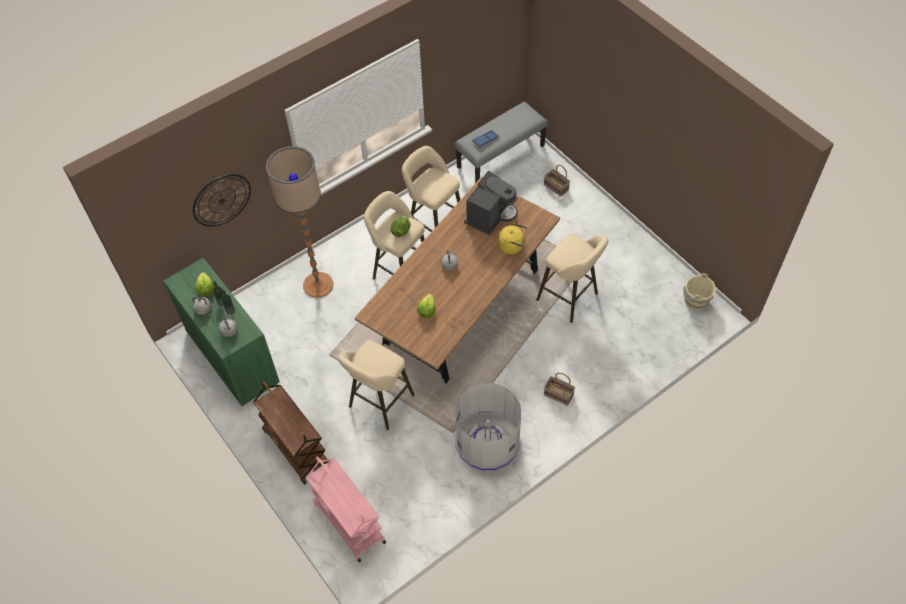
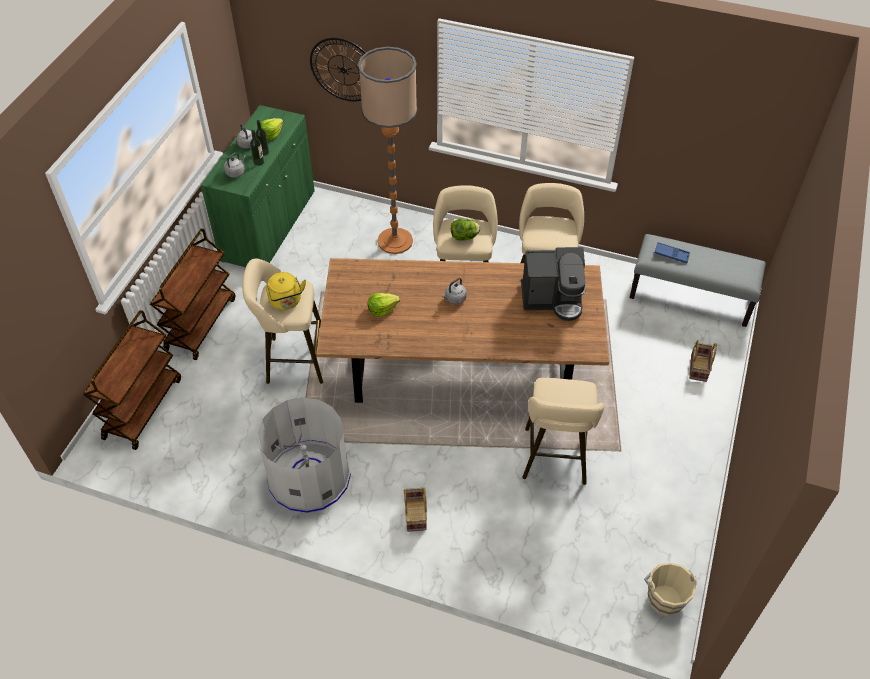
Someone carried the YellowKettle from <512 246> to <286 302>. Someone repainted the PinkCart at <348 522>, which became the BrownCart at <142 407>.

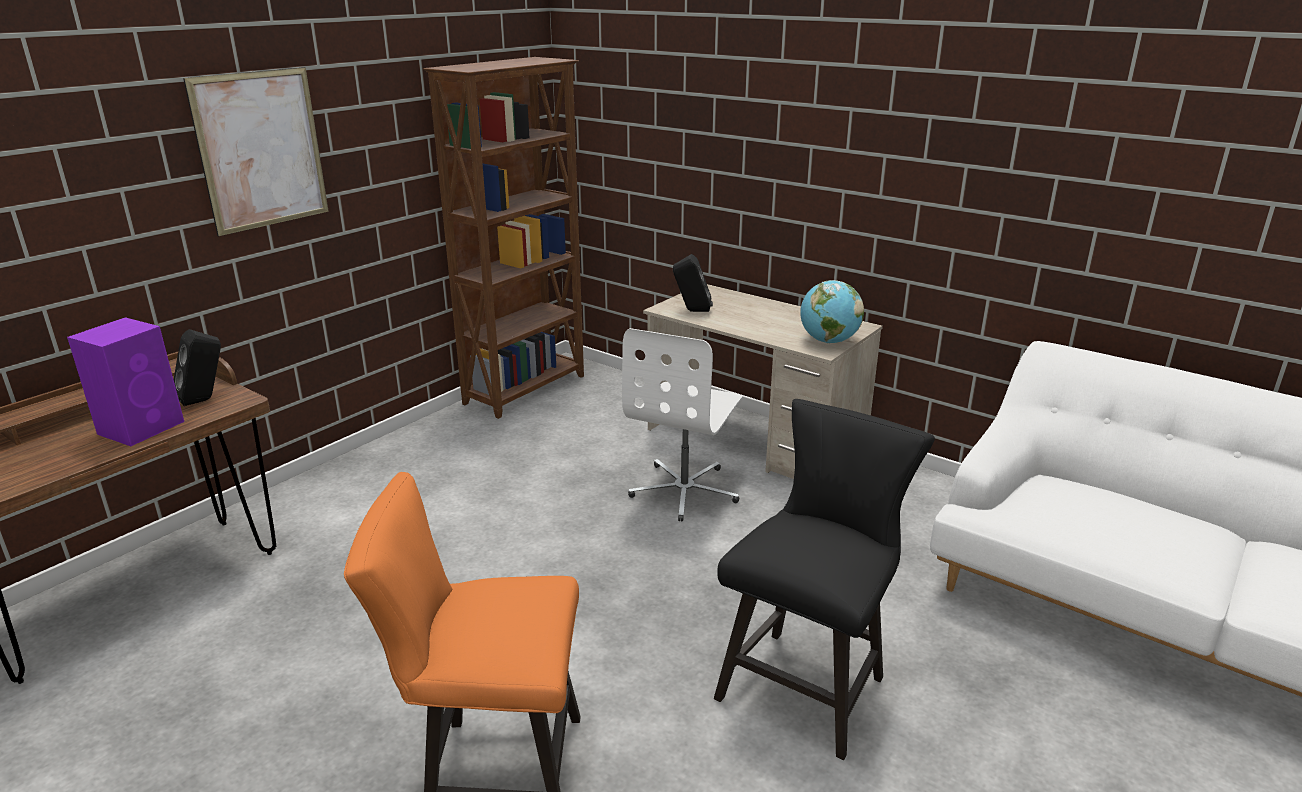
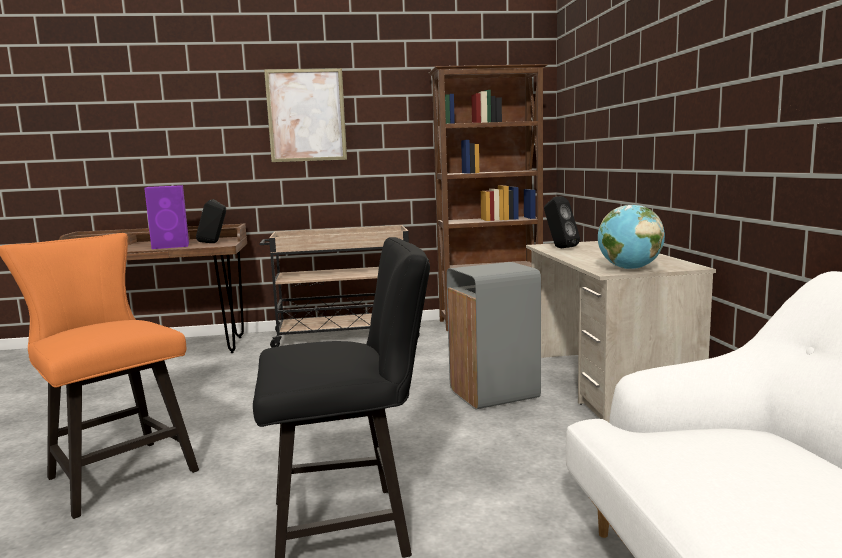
Someone put down the BeigeCart at <343 335>. Someone swapped the WhiteOfficeChair at <685 490> for the GreyTrashCan at <493 394>.

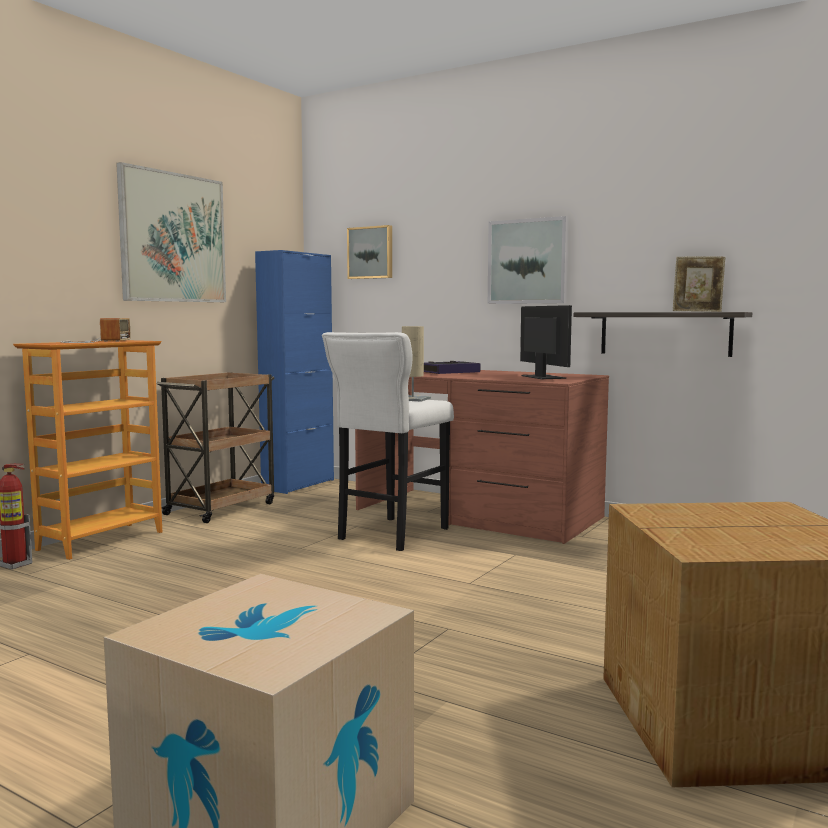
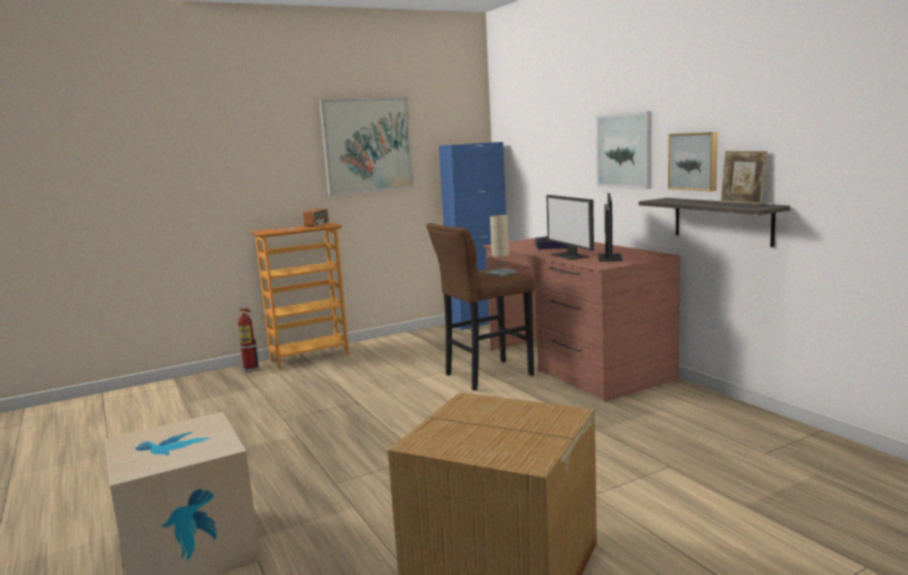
Someone took away the BrownCart at <222 508>. Someone put down the Monitor at <570 256>. Someone carried the Picture from <371 252> to <694 161>. Someone repainted the WhiteStool at <390 535>, which became the BrownStool at <485 376>.

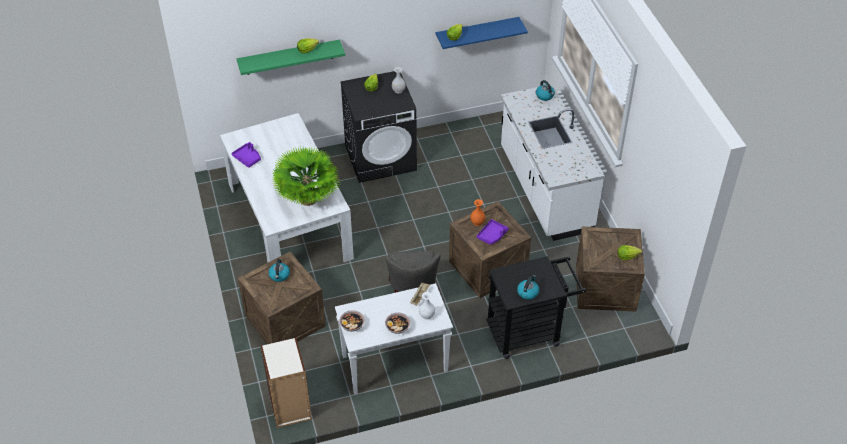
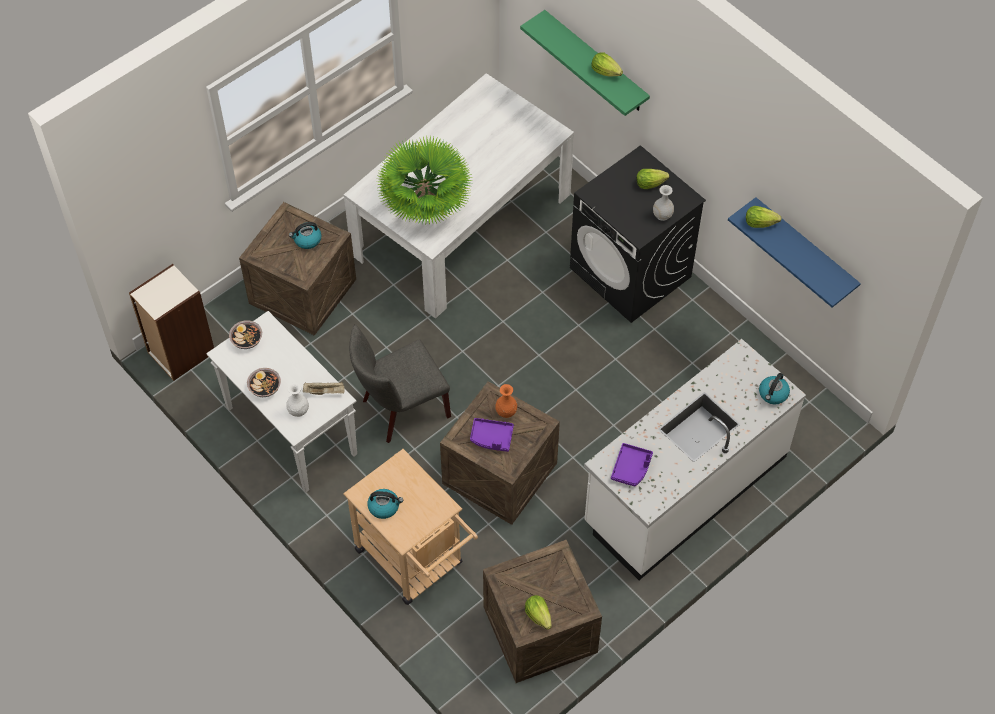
Someone carried the PurpleTray from <248 158> to <631 468>. Someone repainted the BlackCart at <529 331>, which became the BeigeCart at <415 562>.

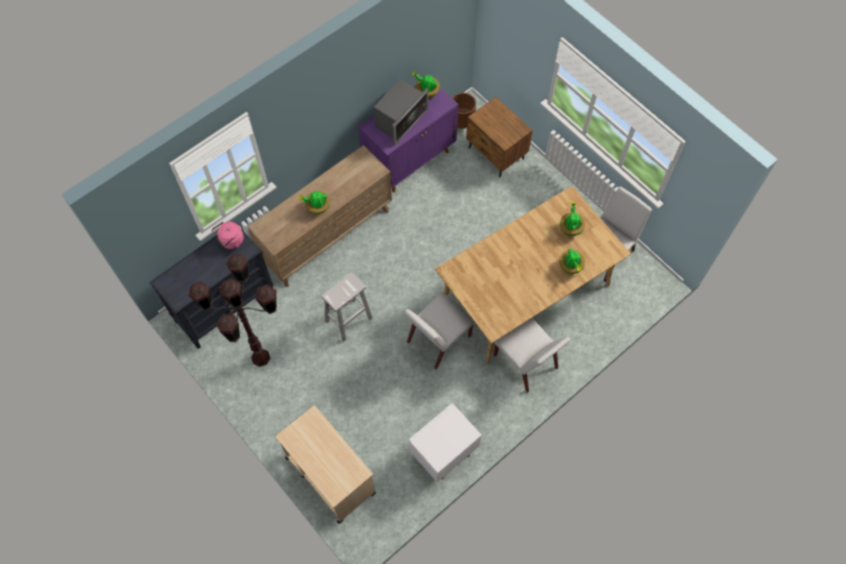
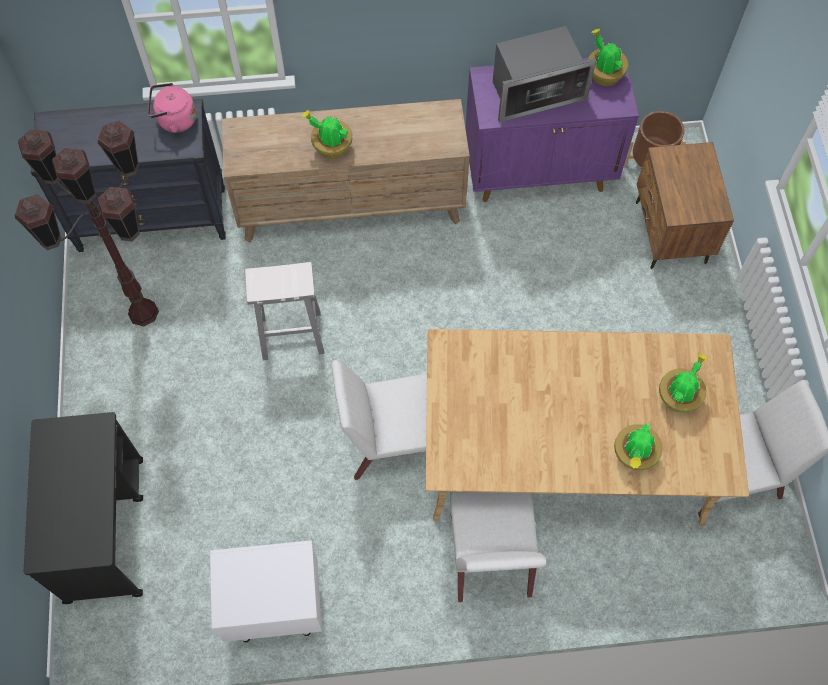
Someone repainted the BeigeCart at <330 475>, which became the BlackCart at <105 528>.

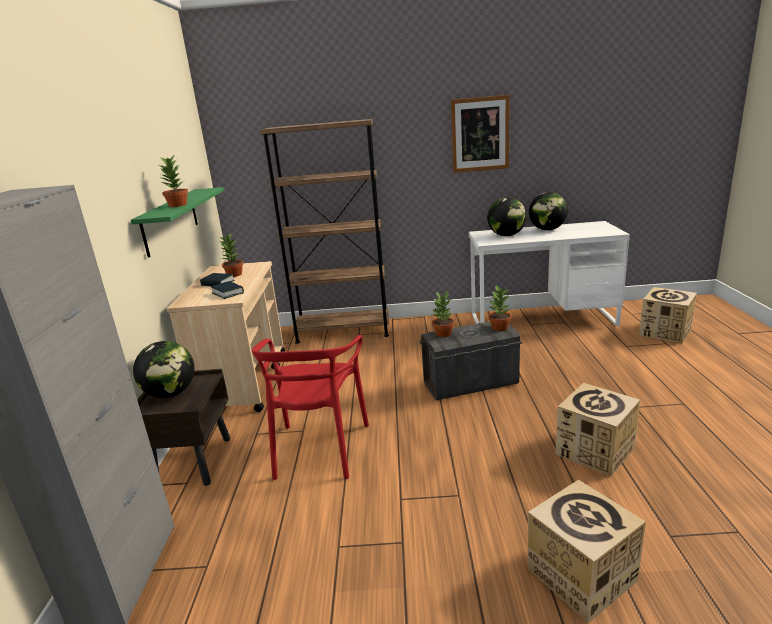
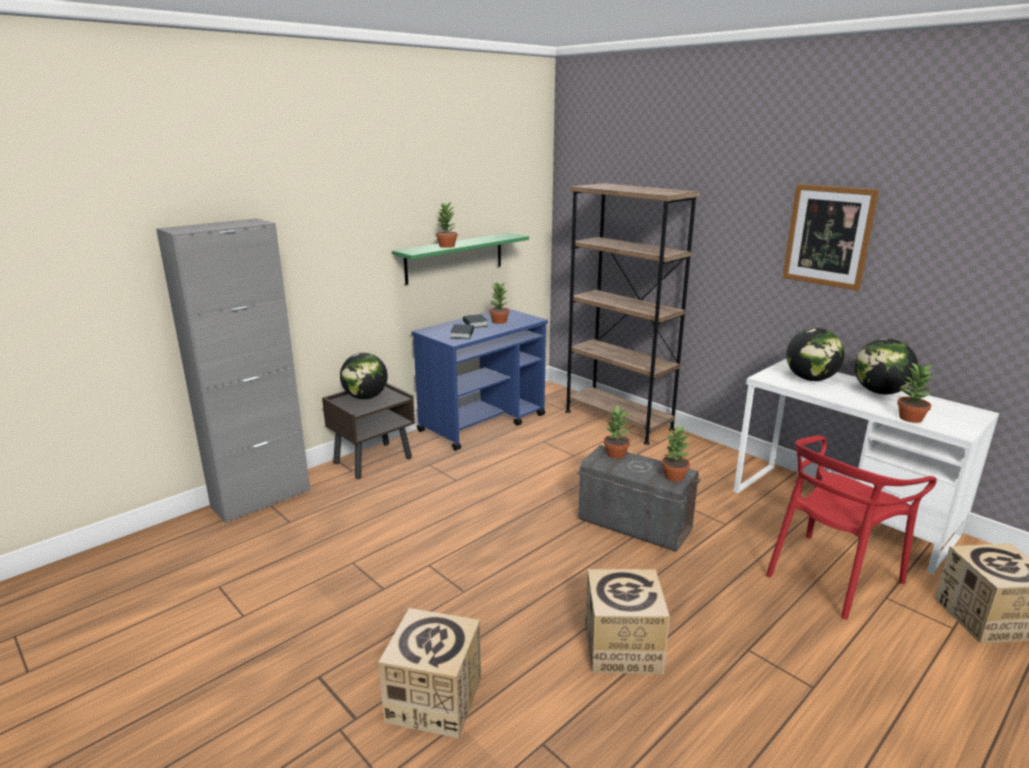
Someone put down the PottedPlant at <909 418>. Someone carried the RedChair from <319 449> to <831 576>. Someone repainted the BeigeCart at <244 381>, which became the BlueCart at <483 423>.

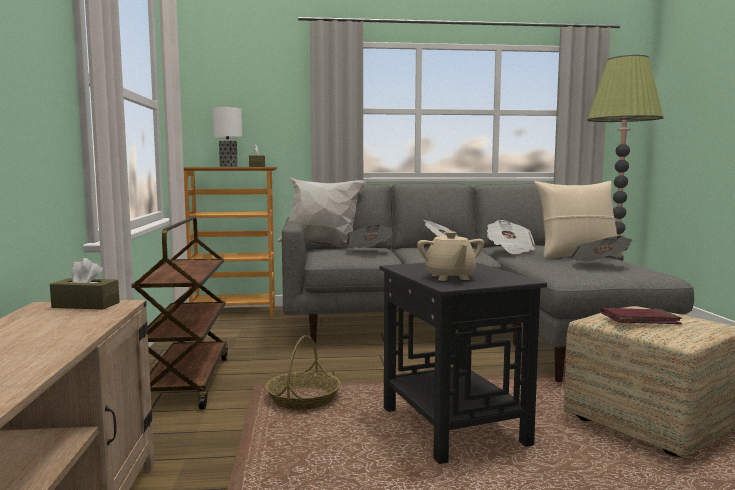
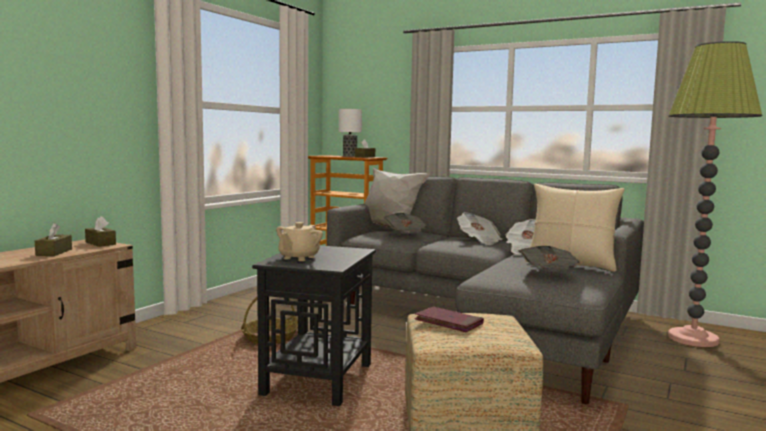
Someone took away the BrownCart at <186 381>. Someone put down the BrownTissueBox at <54 252>.

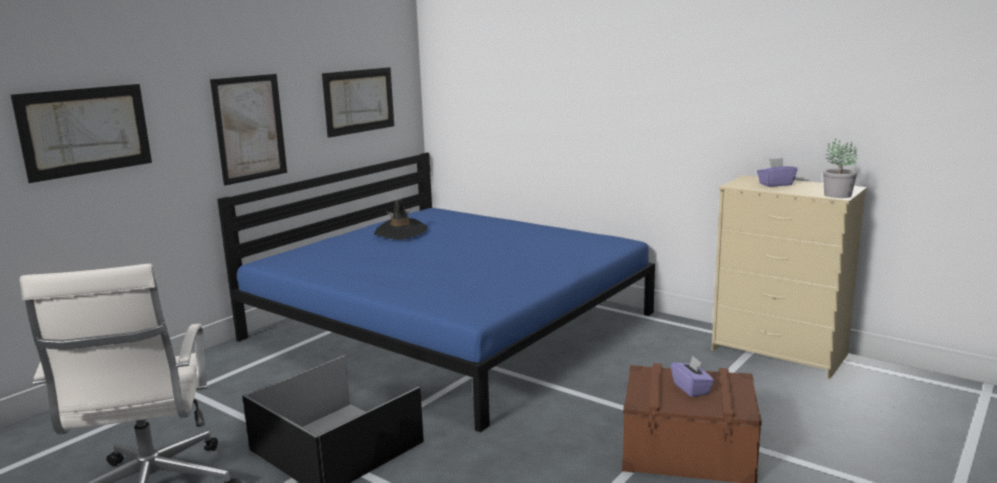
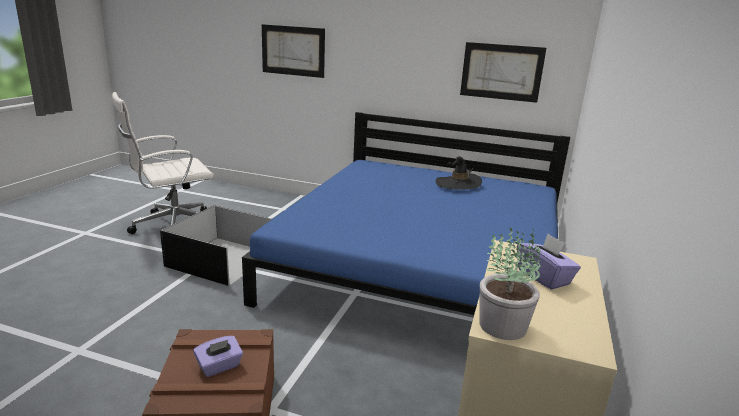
Someone took away the Picture at <250 128>.

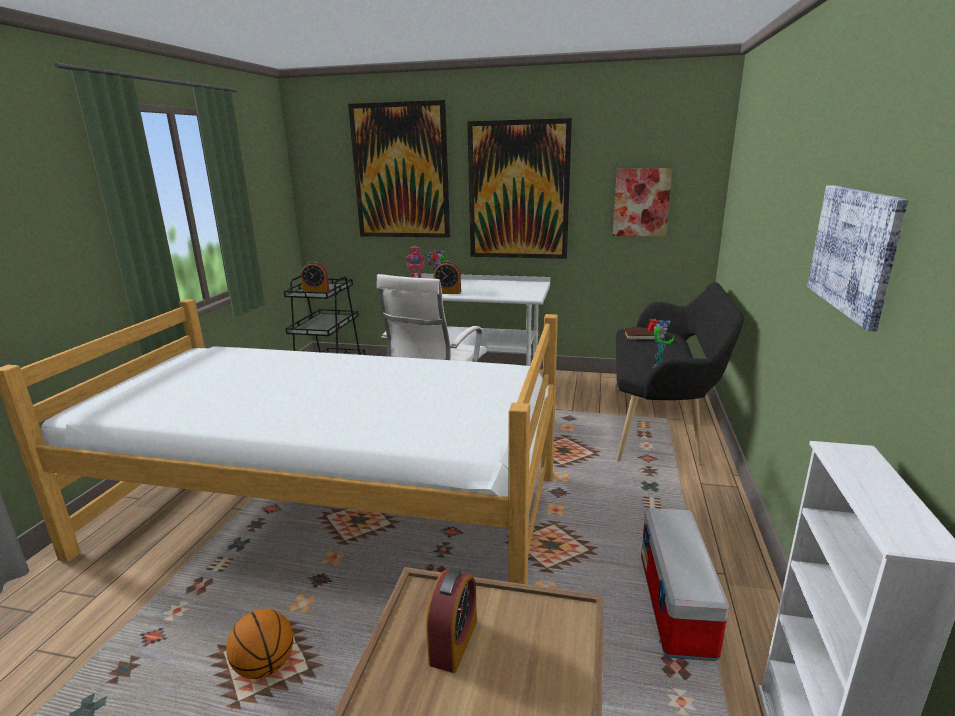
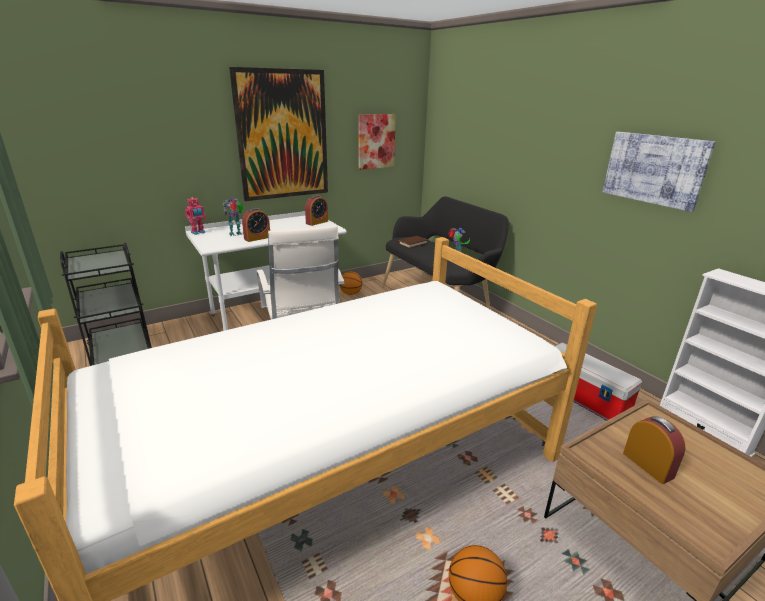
Someone took away the Picture at <401 172>. Someone put down the Basketball at <350 293>. Someone carried the AlarmClock from <316 291> to <317 222>.

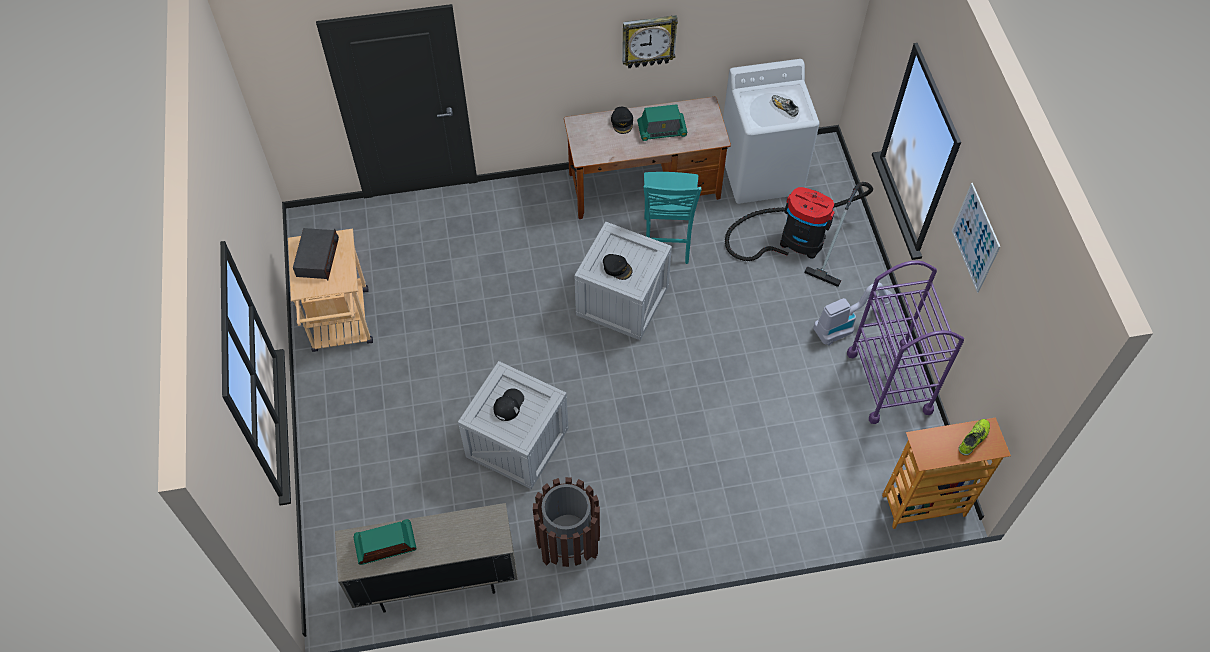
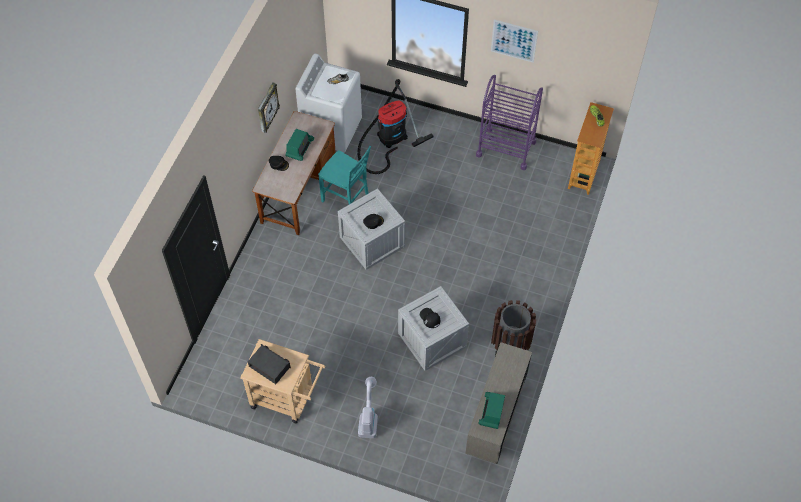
Someone carried the VacuumCleaner from <845 325> to <368 416>.

